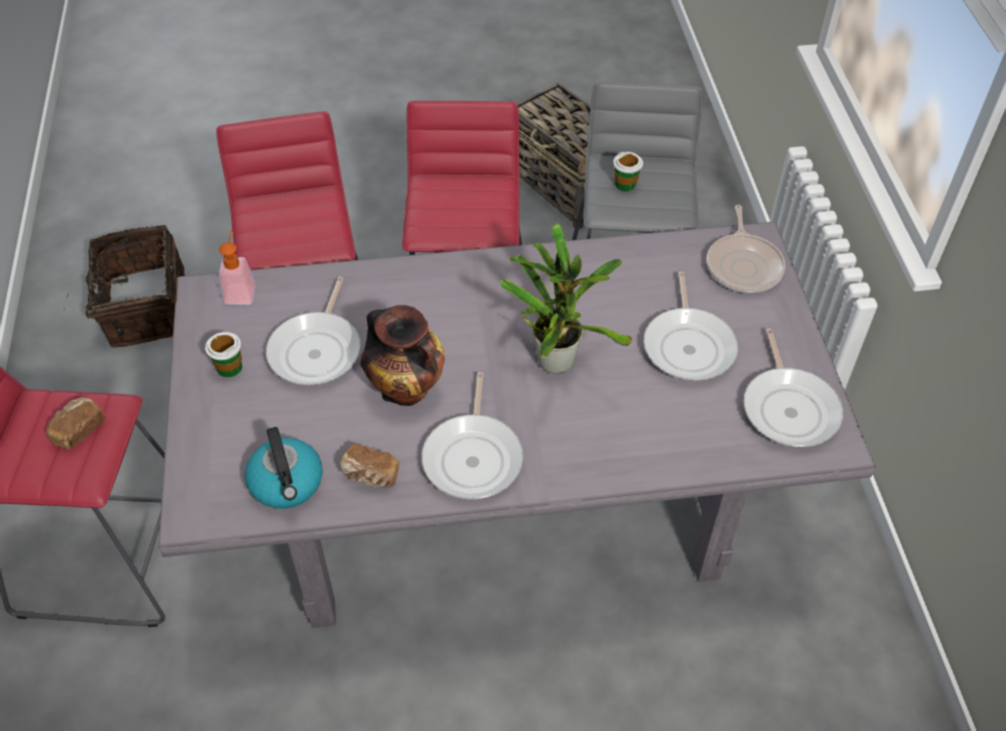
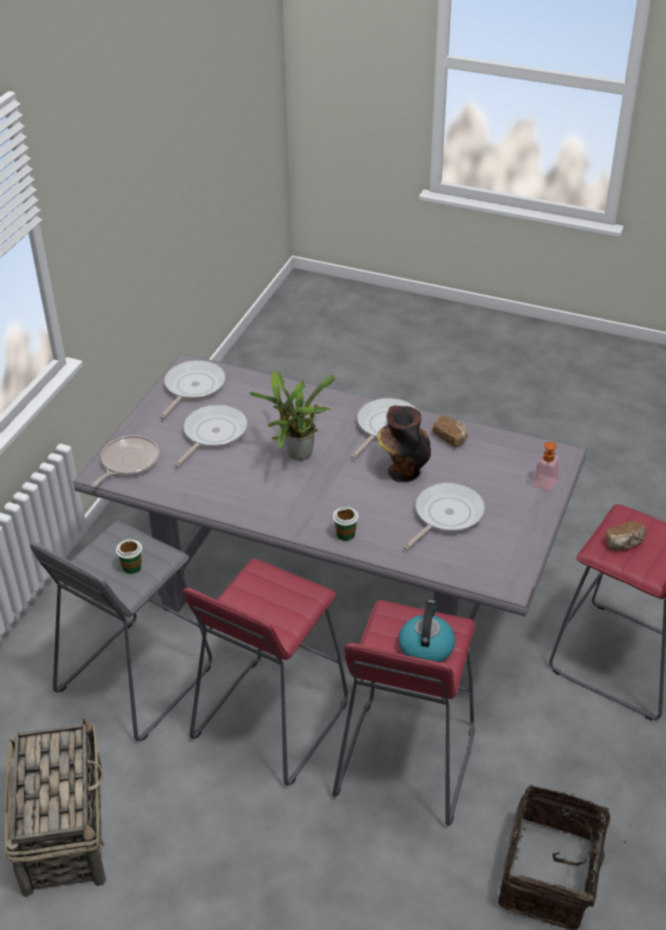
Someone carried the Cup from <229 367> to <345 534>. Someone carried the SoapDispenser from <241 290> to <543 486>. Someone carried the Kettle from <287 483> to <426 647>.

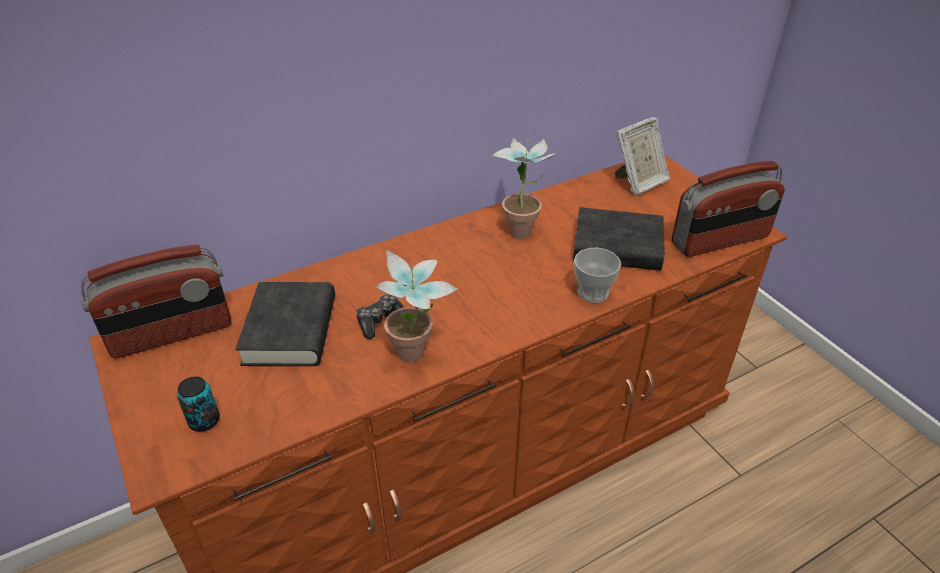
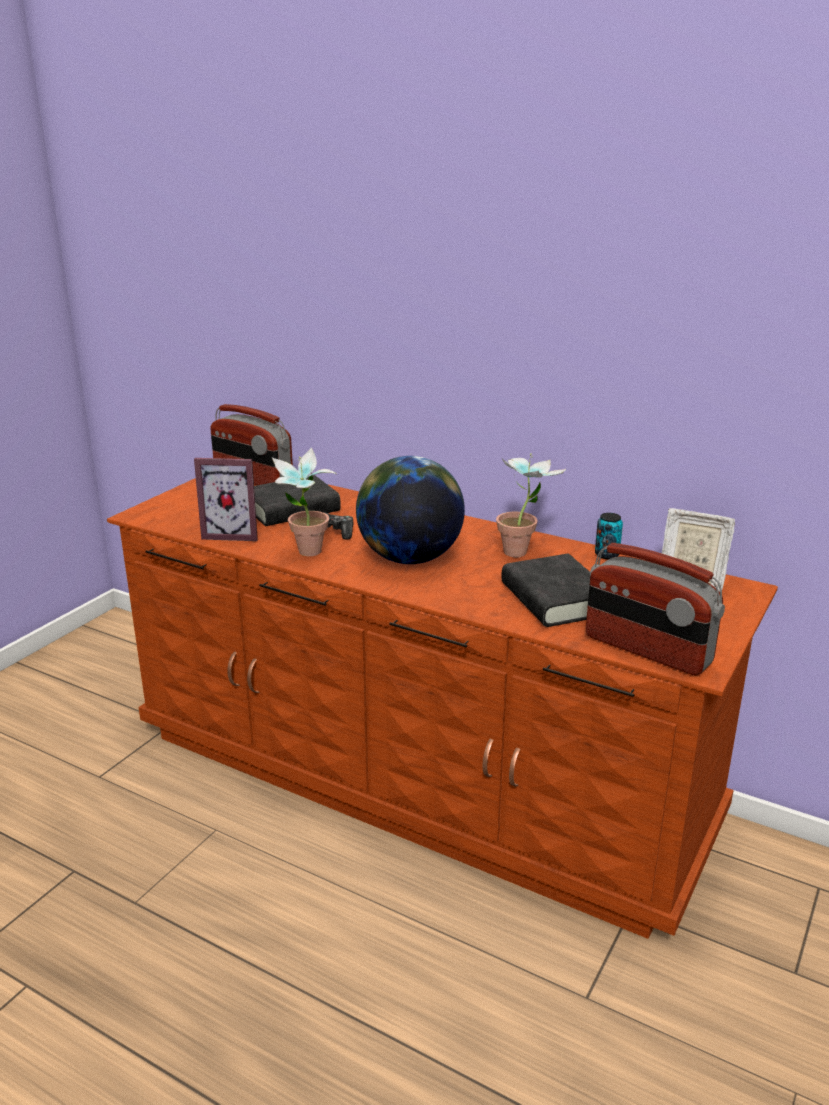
Someone took away the Cup at <593 292>. Someone put down the PictureFrame at <233 533>. Someone put down the Globe at <409 558>. Someone carried the Can from <204 421> to <607 555>.

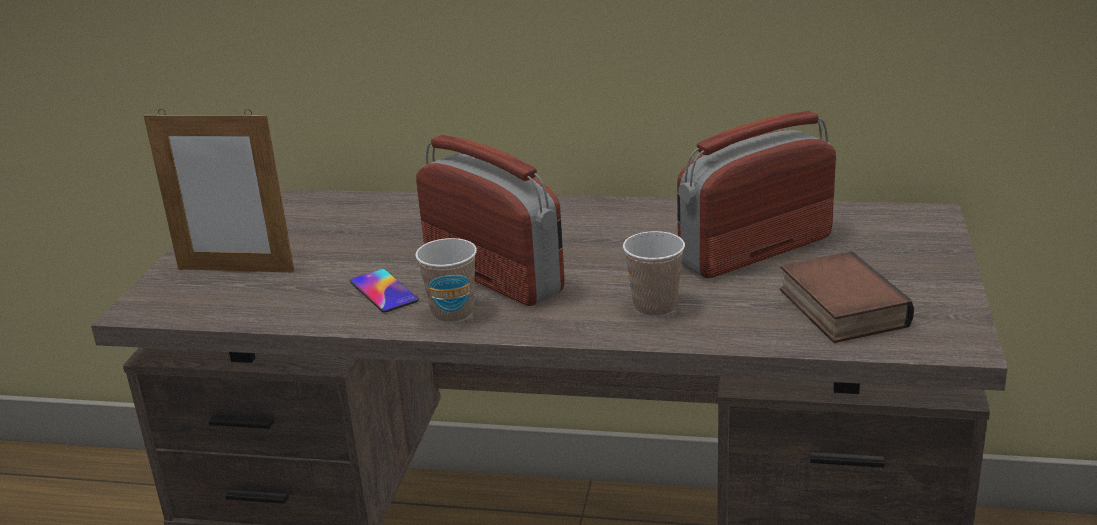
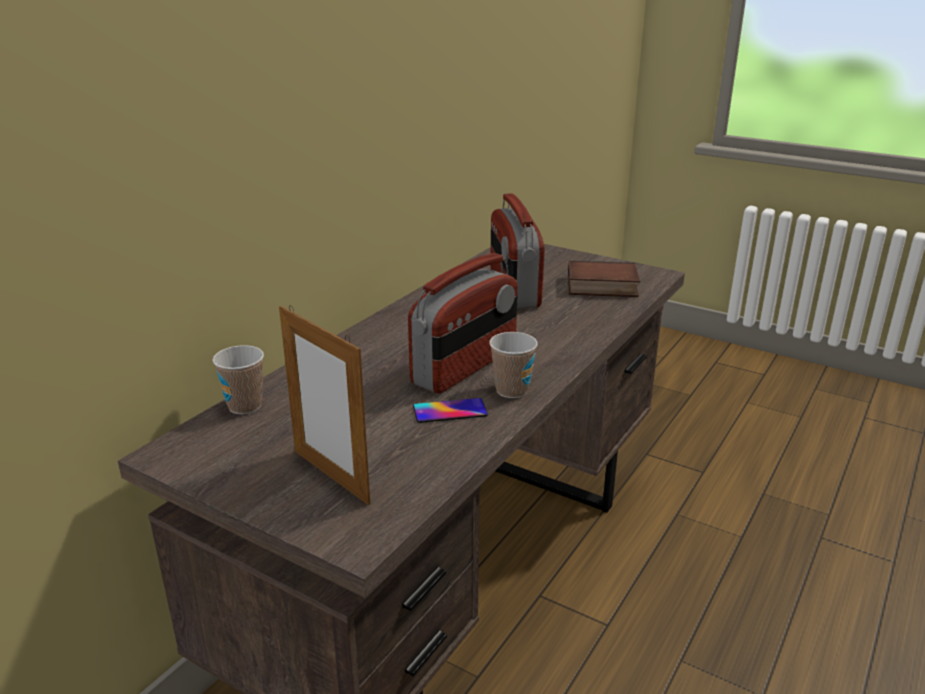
Someone carried the Cup from <655 307> to <245 406>. Someone rotated the PictureFrame at <236 270> by 105 degrees clockwise. Someone rotated the Radio at <494 275> by 150 degrees clockwise.

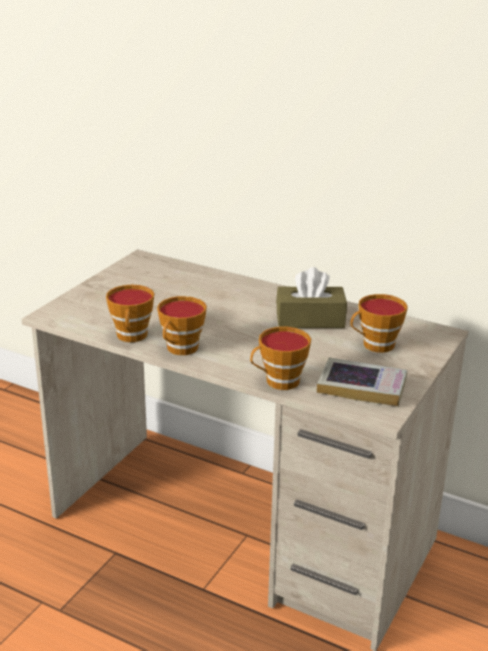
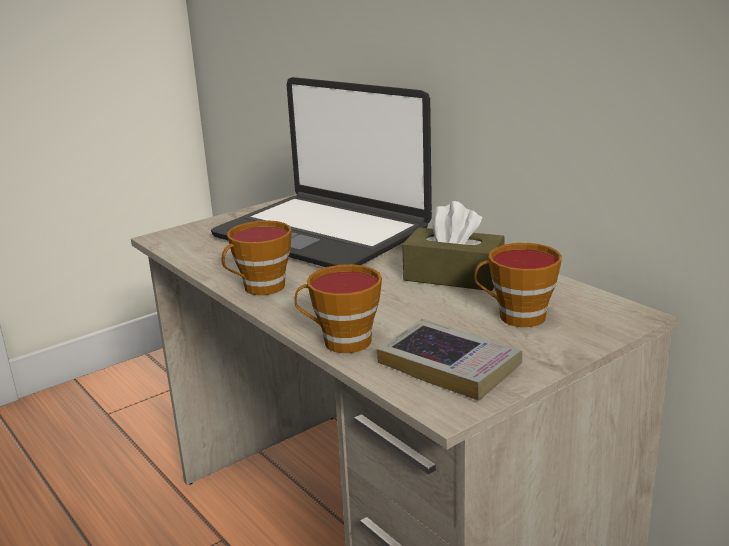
Someone took away the Cup at <132 337>. Someone put down the Laptop at <323 233>.

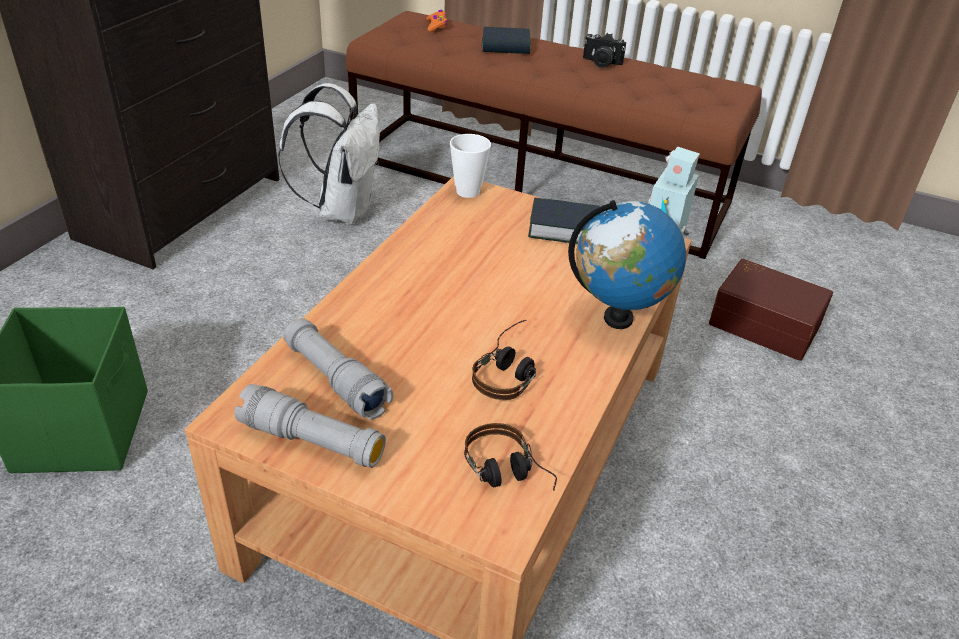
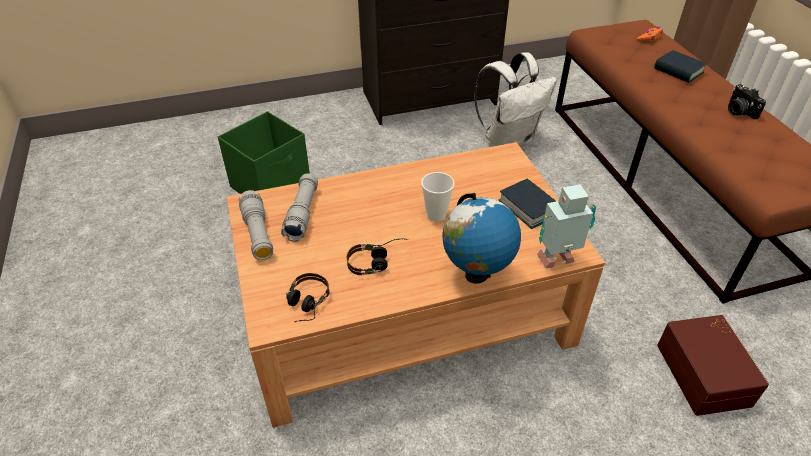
Someone carried the Cup from <468 191> to <436 215>.

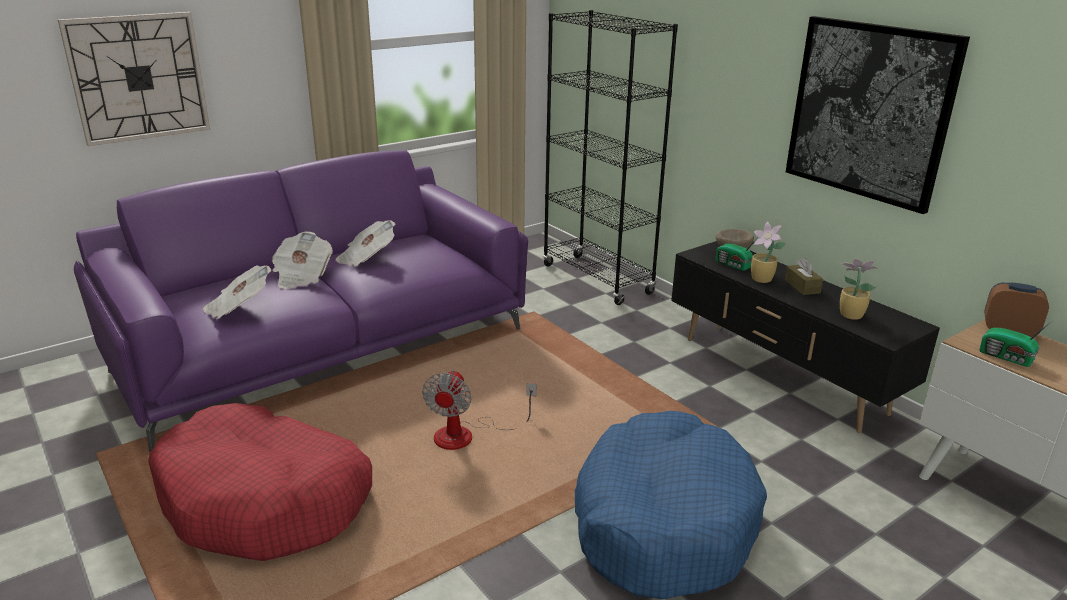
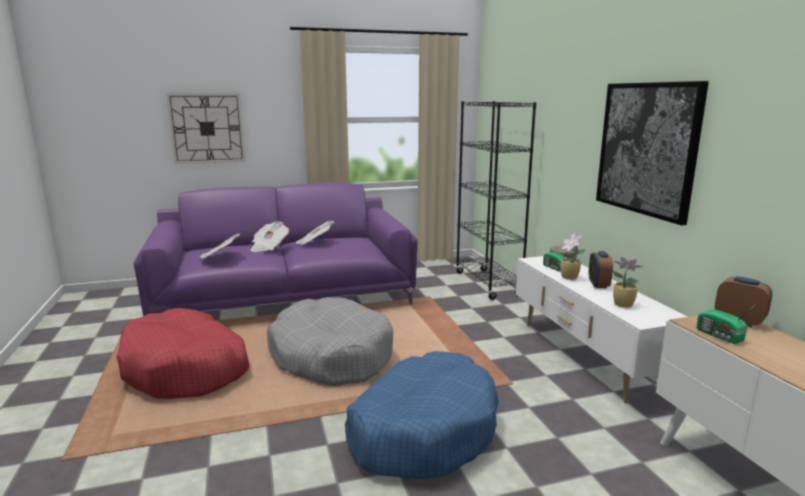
Someone swapped the Fan at <467 435> for the GreyDogBed at <331 356>. Someone swapped the BrownTissueBox at <802 286> for the AlarmClock at <598 284>. Someone repainted the BlackTvStand at <781 376>, which became the WhiteTvStand at <585 357>.

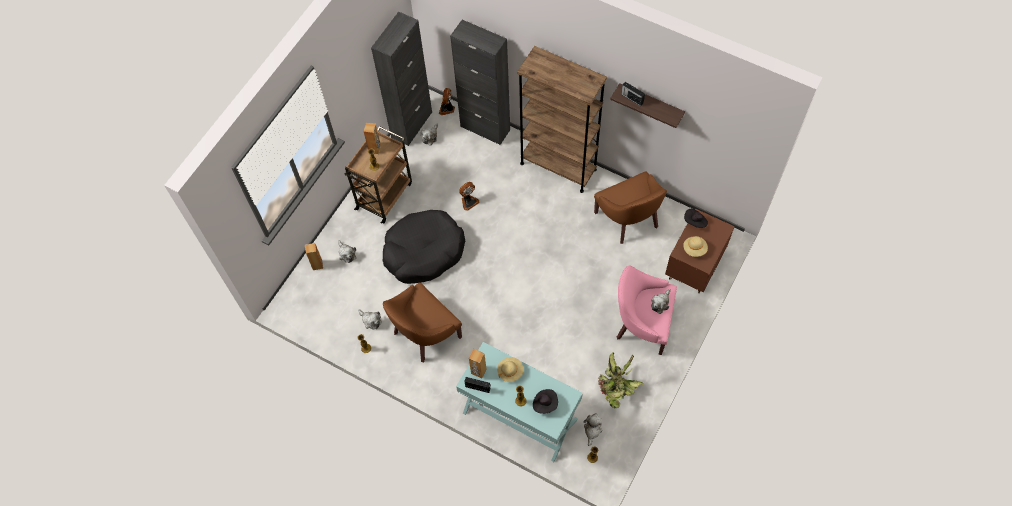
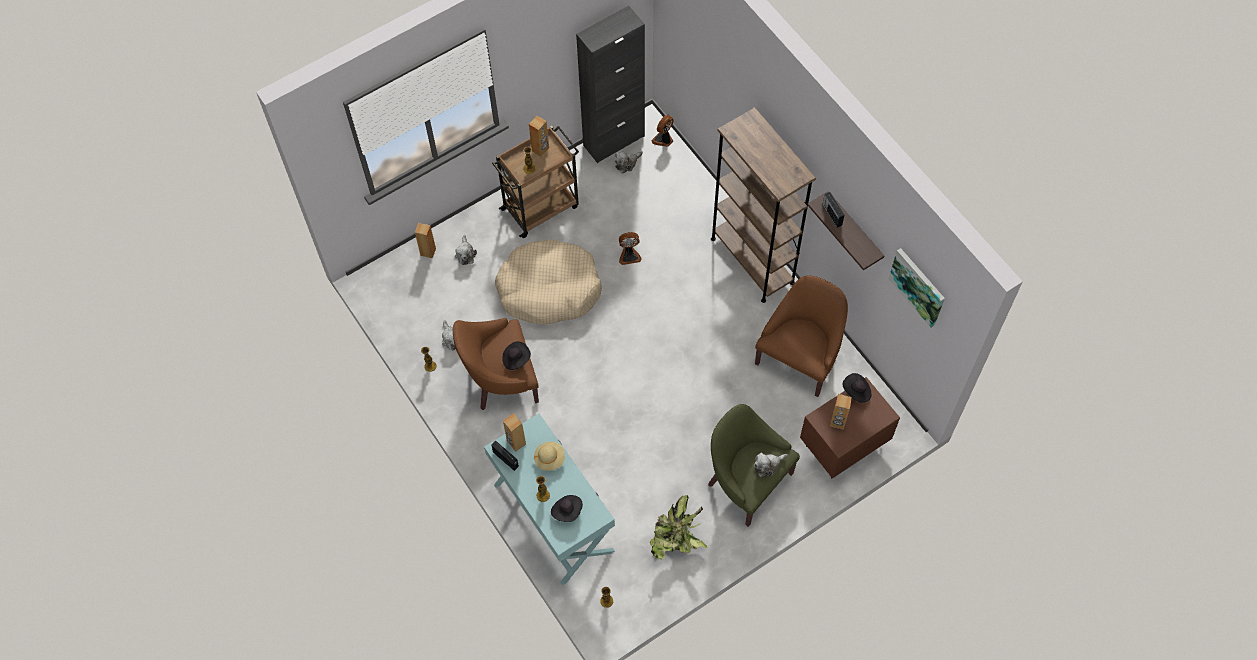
Someone took away the BlackCabinet at <485 128>. Someone took away the PlushToy at <592 430>. Someone put down the BlackHat at <516 359>. Someone put up the Picture at <918 286>. Someone swapped the BeigeHat at <694 249> for the BrownSpeaker at <837 422>. Someone repainted the BlackDogBed at <423 251>, which became the BeigeDogBed at <549 289>. Someone repainted the PinkArmchair at <642 323>, which became the GreenArmchair at <746 481>. Someone rotated the BrownArmchair at <629 219> by 150 degrees counterclockwise.

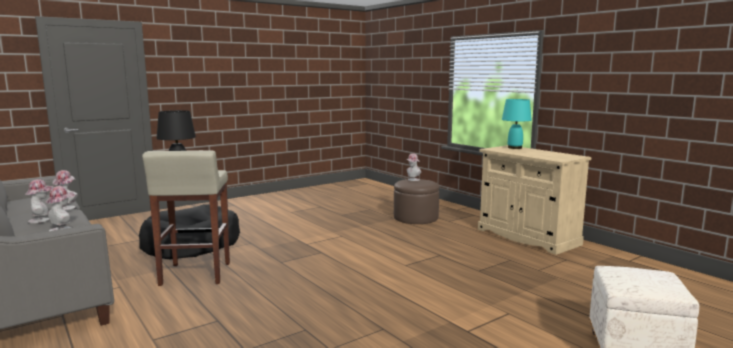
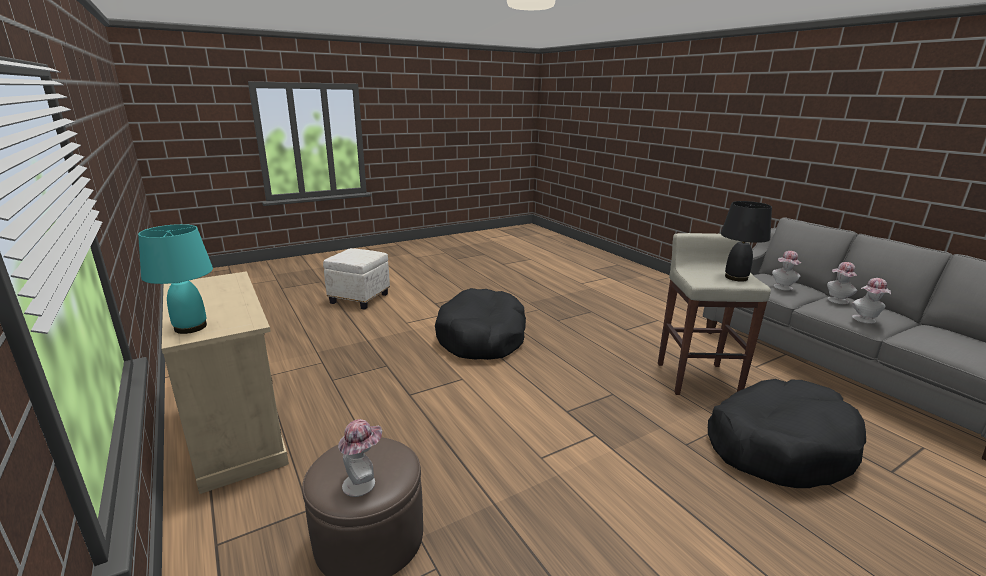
Someone put down the BlackDogBed at <482 337>.

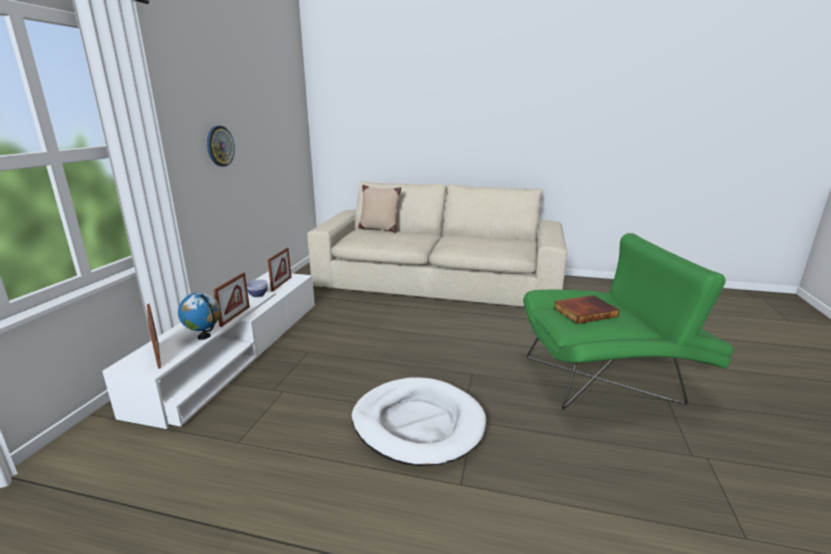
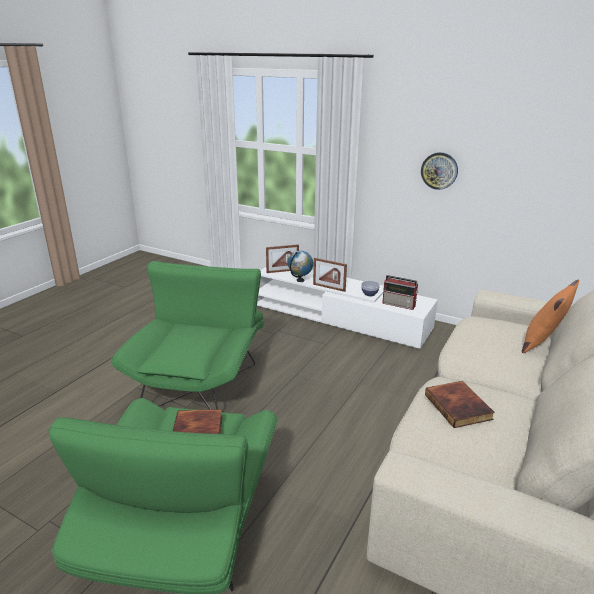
Someone put down the Book at <459 406>. Someone swapped the PictureFrame at <281 284> for the Radio at <399 304>. Someone swapped the WhiteDogBed at <418 424> for the GreenArmchair at <201 381>. Someone repainted the BeigePillow at <379 229>, which became the OrangePillow at <542 343>.

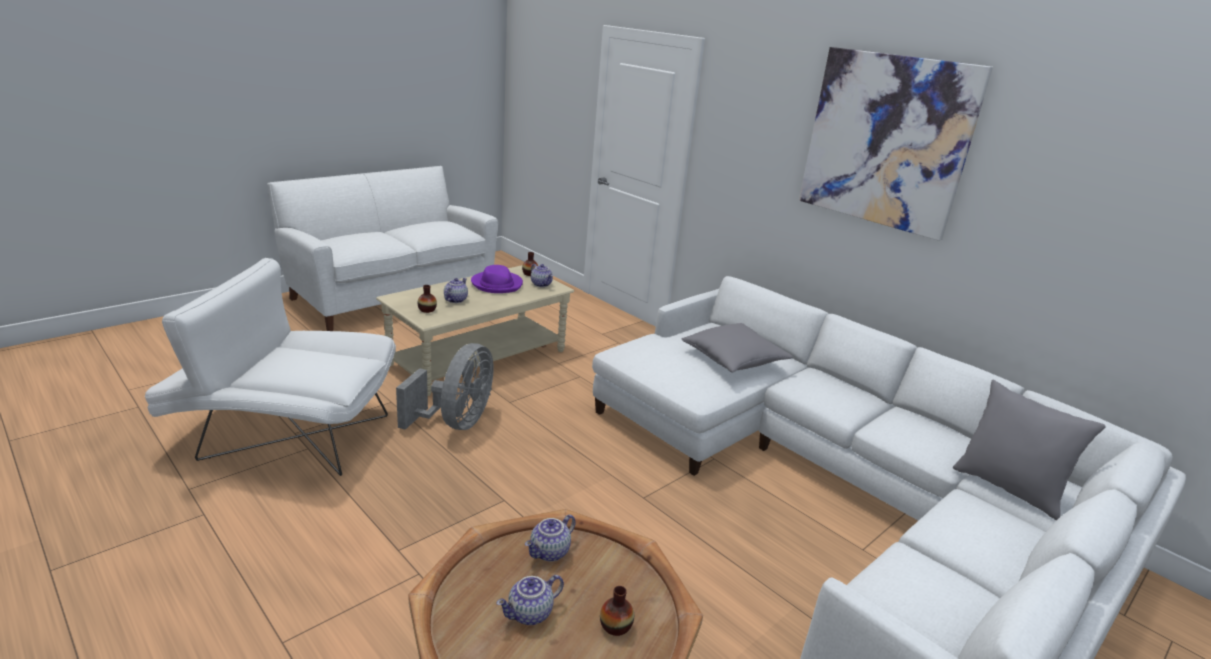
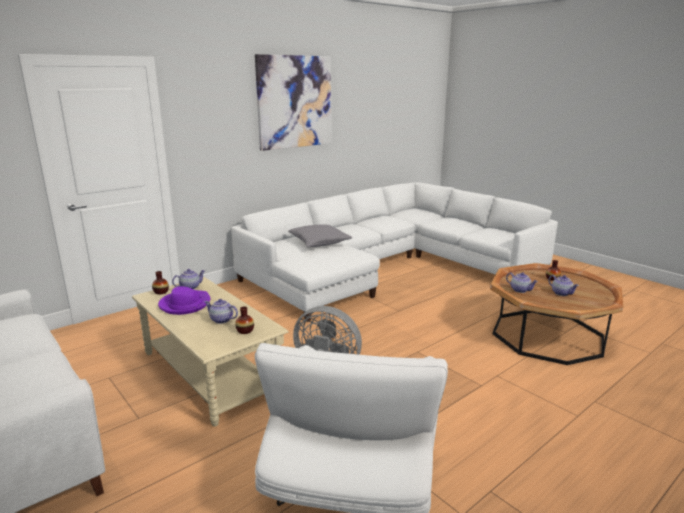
Someone took away the GreyPillow at <1008 488>.

